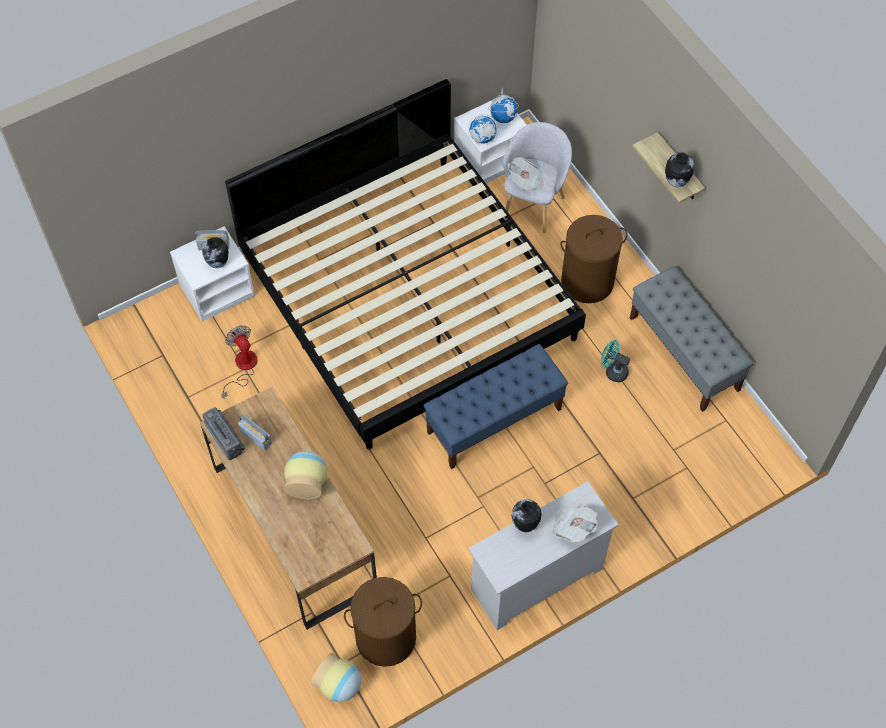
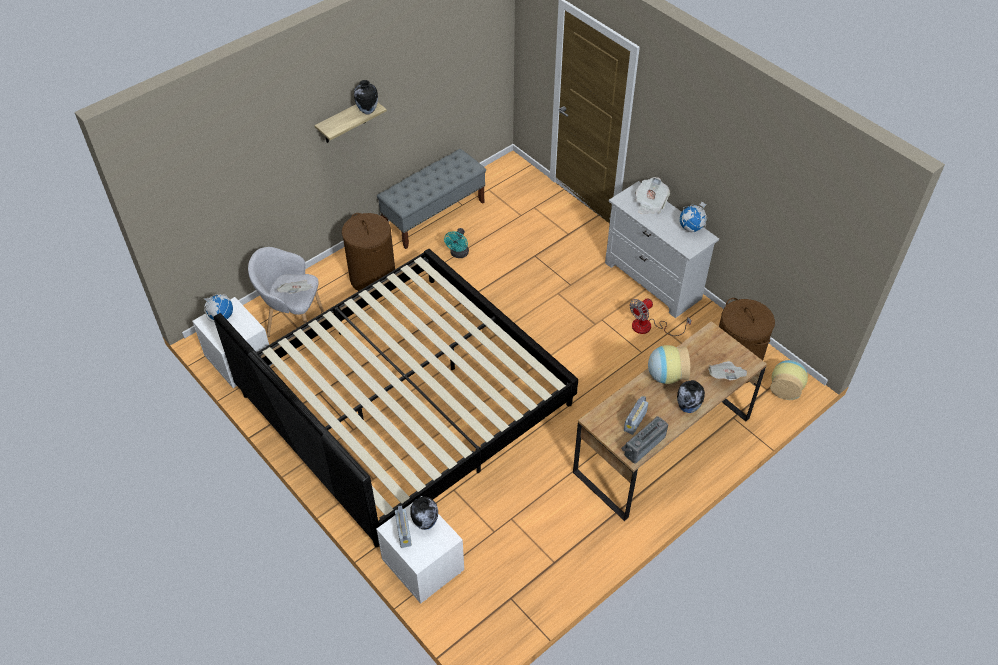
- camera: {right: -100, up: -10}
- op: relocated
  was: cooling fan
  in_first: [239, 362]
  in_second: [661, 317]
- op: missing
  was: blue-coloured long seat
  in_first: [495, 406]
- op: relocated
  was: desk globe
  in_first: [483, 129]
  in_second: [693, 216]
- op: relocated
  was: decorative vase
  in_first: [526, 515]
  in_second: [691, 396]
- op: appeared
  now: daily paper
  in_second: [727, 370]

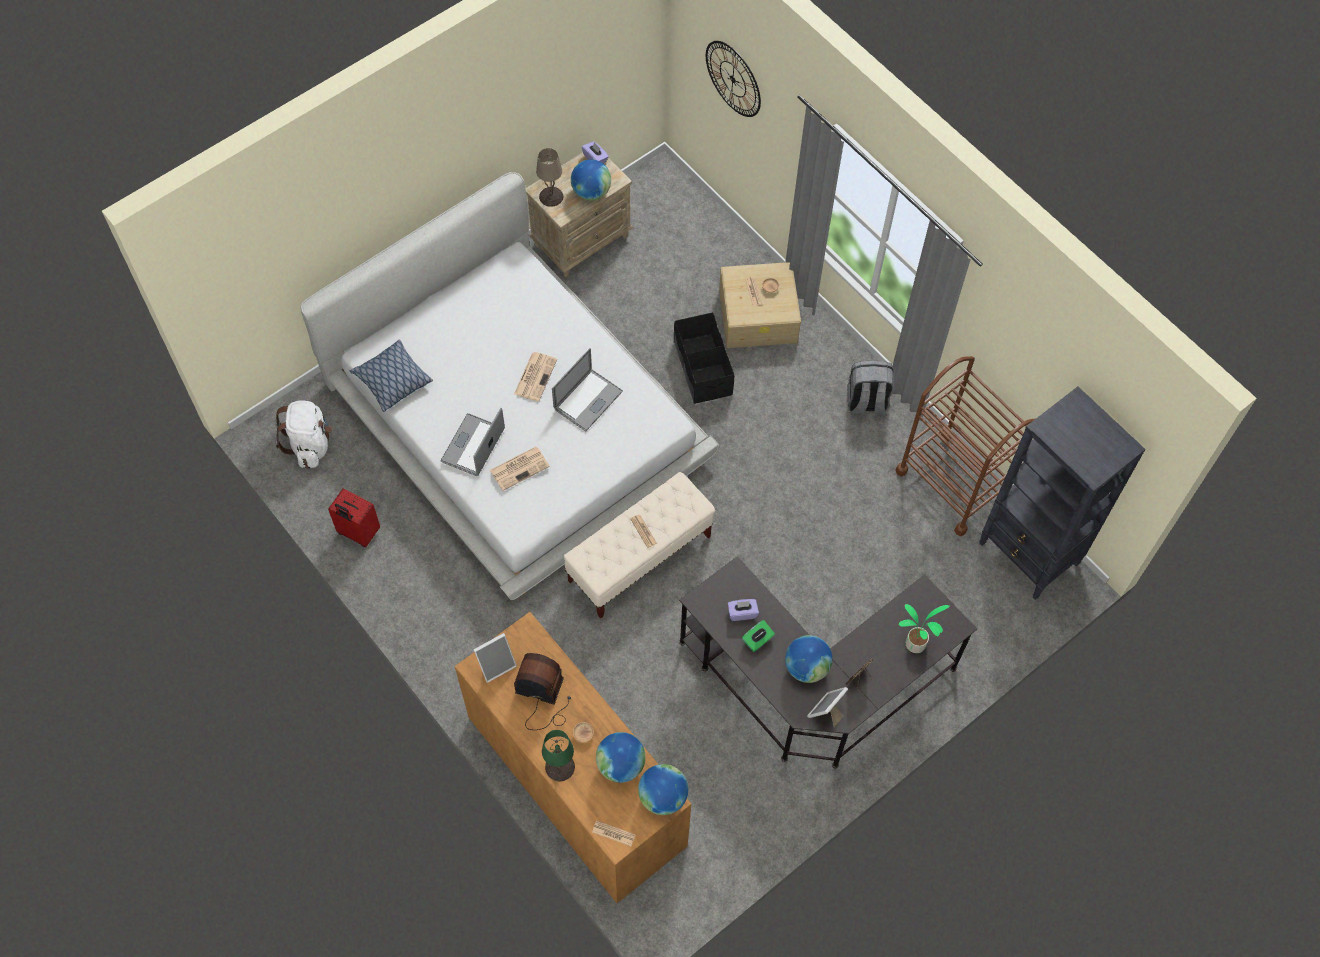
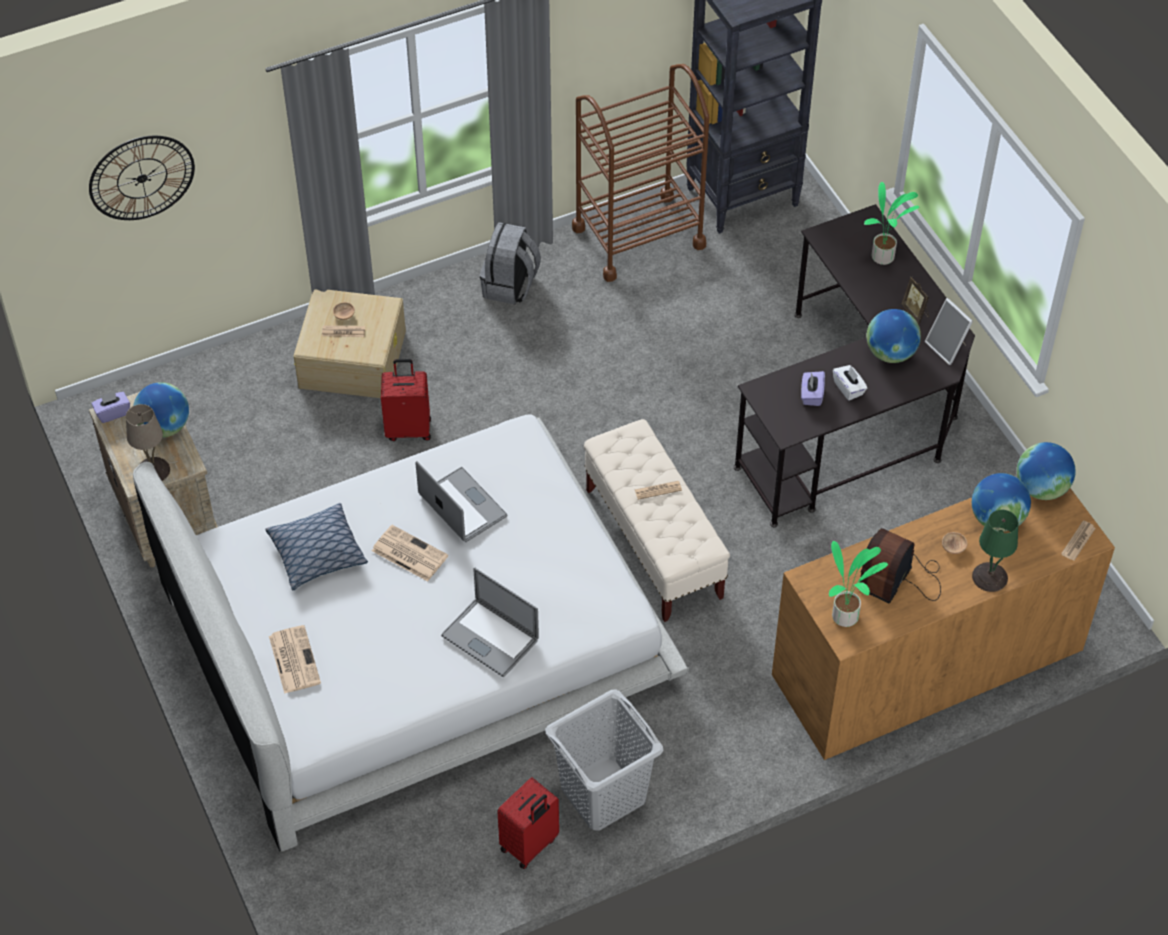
- camera: {right: -75, up: -10}
- op: missing
  was: white-coloured knapsack
  in_first: [304, 434]
- op: relocated
  was: cushion
  in_first: [391, 375]
  in_second: [316, 546]
- op: exchanged
  was: photo frame
  now: houseplant
  in_first: [495, 658]
  in_second: [858, 584]
- op: relocated
  was: daily paper
  in_first: [520, 469]
  in_second: [295, 659]
- op: exchanged
  was: blackish storage container
  now: red-coloured suitcase
  in_first: [704, 358]
  in_second: [406, 400]
- op: colour
  was: green-coloured tissue holder
  now: white-coloured tissue holder
  in_first: [758, 636]
  in_second: [850, 382]
- op: appeared
  now: grey washing basket
  in_second: [604, 760]

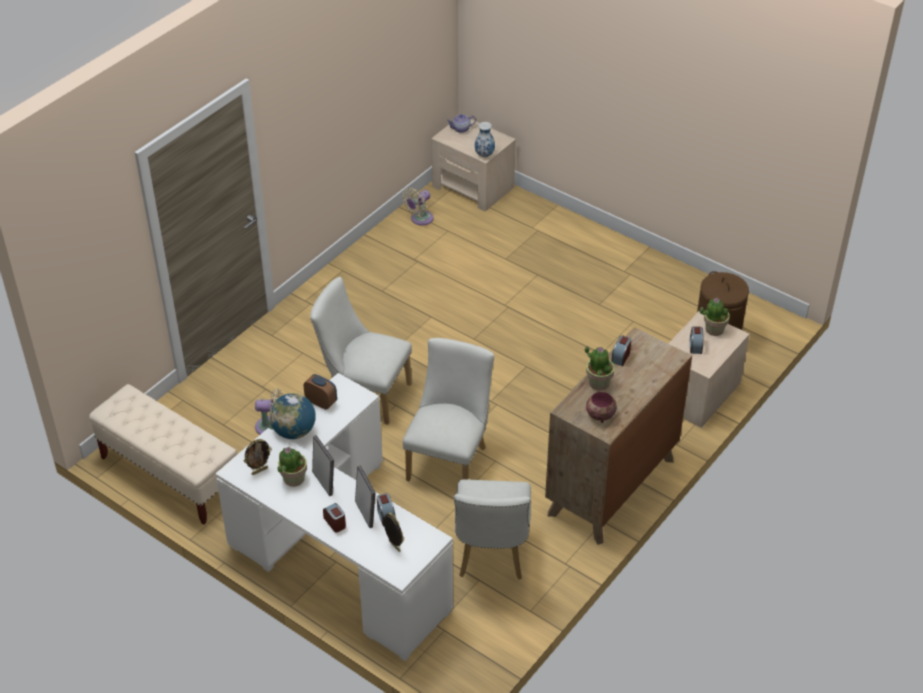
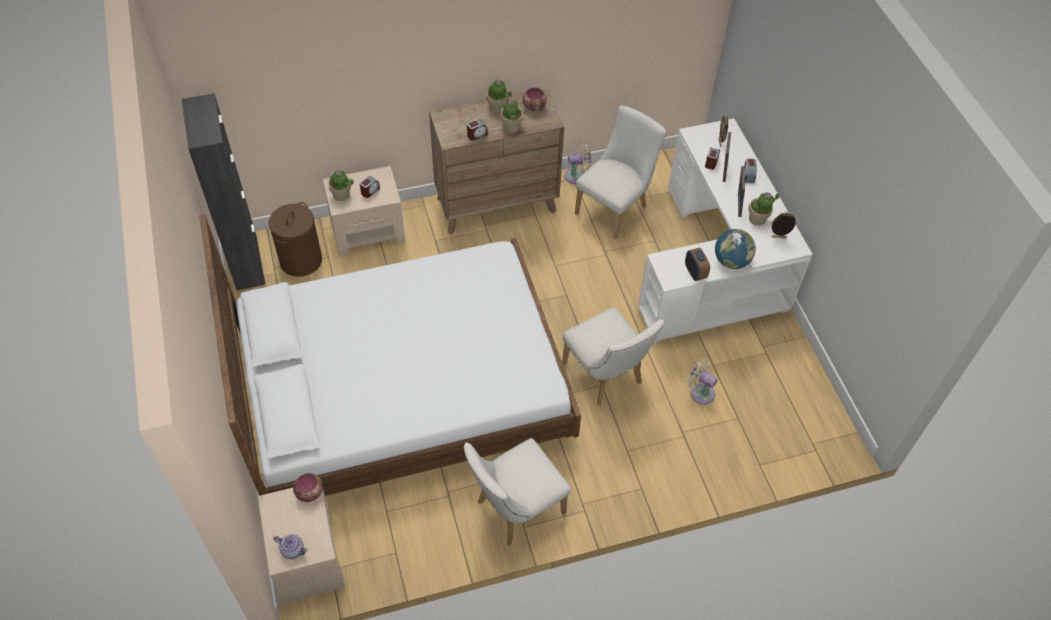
- camera: {right: -145, up: 10}
- op: missing
  was: sand-coloured long seat
  in_first: [163, 454]
- op: relocated
  was: sand-coloured cooling fan
  in_first: [418, 206]
  in_second: [578, 164]
- op: relocated
  was: white-coloured plain chair
  in_first: [448, 409]
  in_second: [517, 492]
- op: exchanged
  was: decorative vase
  now: deep dish
  in_first: [485, 139]
  in_second: [308, 487]
- op: appeared
  now: blackish storage cabinet
  in_second: [223, 191]
- op: appeared
  now: bedroom bed
  in_second: [390, 355]
- op: appeared
  now: houseplant
  in_second: [499, 96]

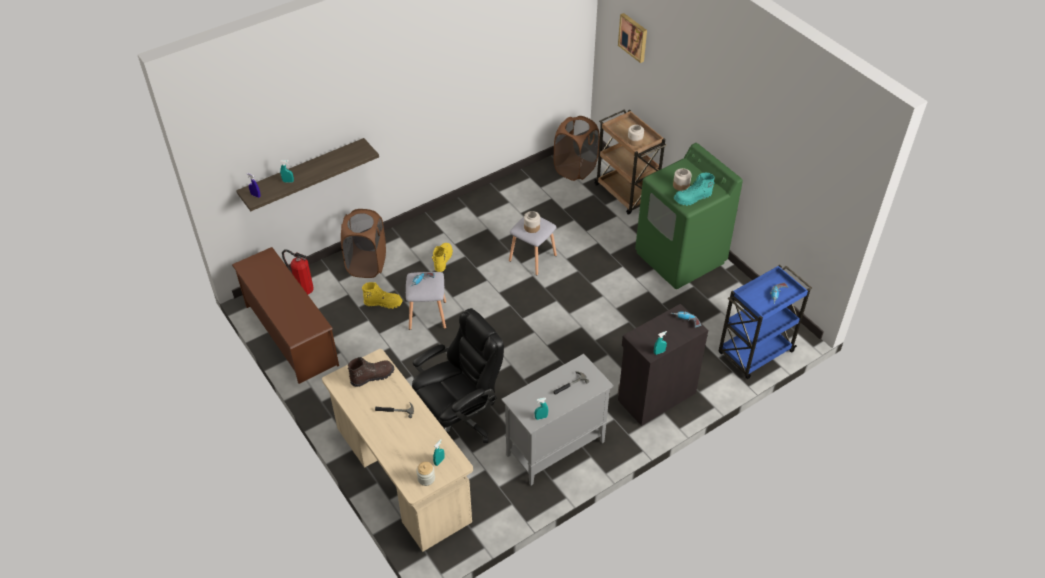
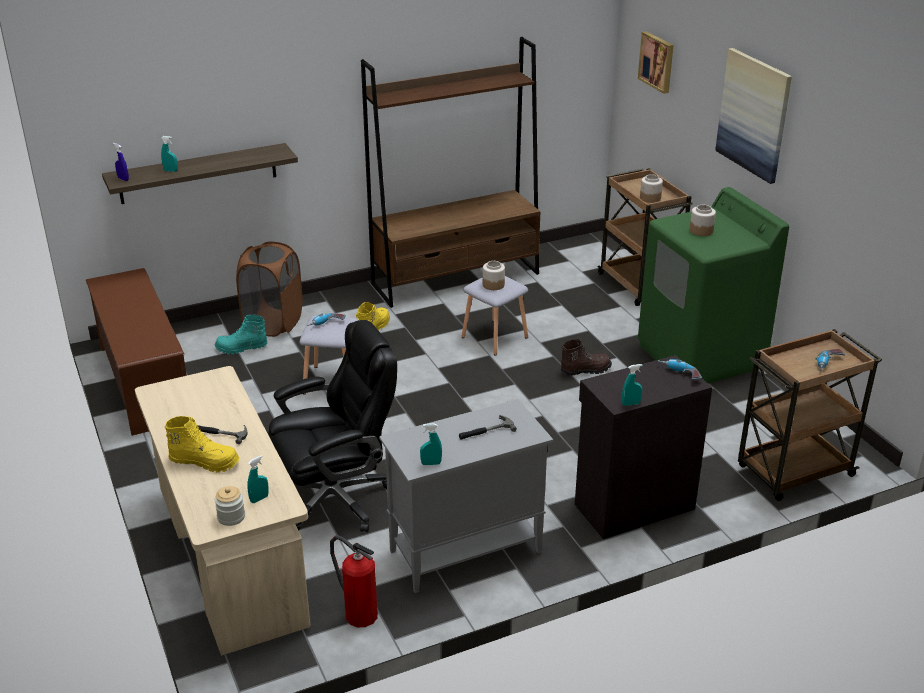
- camera: {right: 10, up: -15}
- op: relocated
  was: extinguisher
  in_first: [298, 272]
  in_second: [354, 581]
- op: relocated
  was: brownish high-top boot
  in_first: [371, 372]
  in_second: [586, 357]
- op: relocated
  was: yellowish high-top boot
  in_first: [382, 295]
  in_second: [202, 444]
- op: missing
  was: brownish washing basket
  in_first: [577, 148]
- op: relocated
  was: turquoise-coloured high-top boot
  in_first: [694, 189]
  in_second: [241, 335]
- op: colour
  was: blue-coloured cart
  now: brownish cart
  in_first: [765, 322]
  in_second: [810, 415]
- op: appeared
  now: brownish bookshelf
  in_second: [451, 172]
- op: appeared
  now: wall art
  in_second: [753, 116]

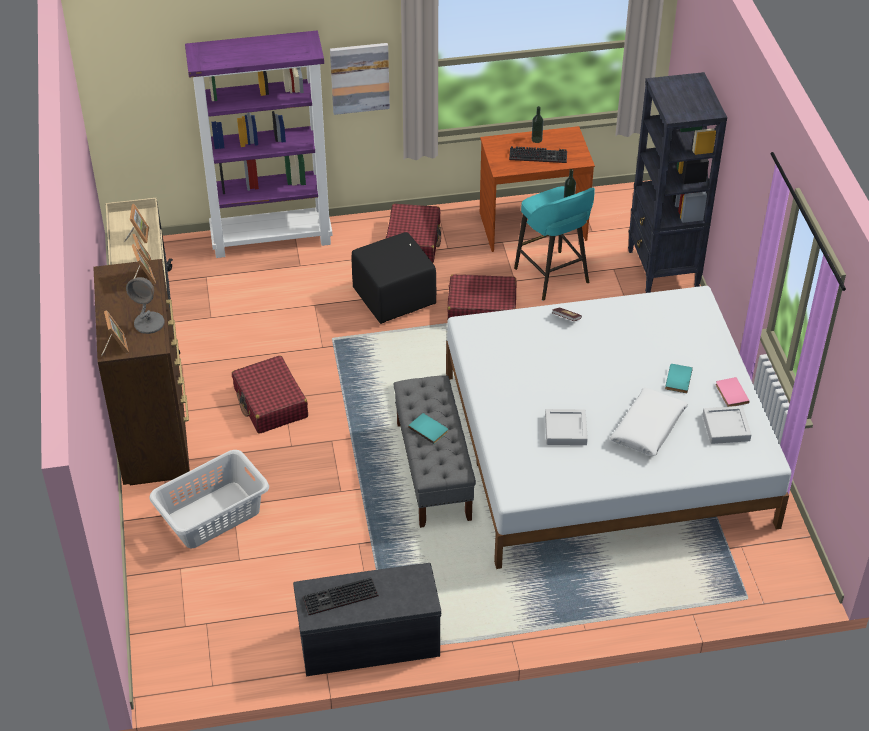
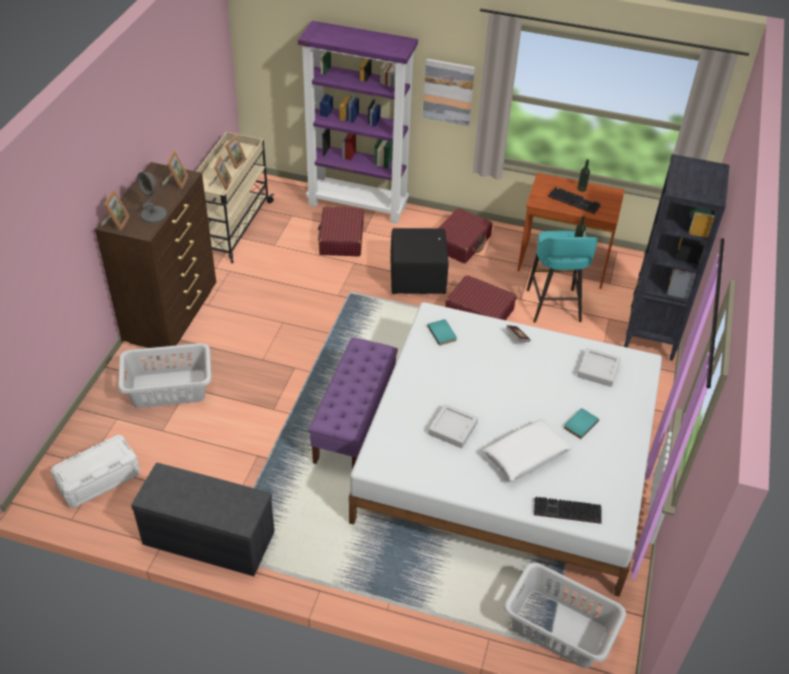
- camera: {right: 25, up: 0}
- op: relocated
  was: red-coloured suitcase
  in_first: [270, 395]
  in_second: [341, 231]
- op: relocated
  was: keyboard
  in_first: [340, 596]
  in_second: [568, 510]
- op: colour
  was: grey long seat
  now: purple long seat
  in_first: [435, 451]
  in_second: [353, 403]
- op: relocated
  was: turquoise-coloured book
  in_first: [428, 428]
  in_second: [442, 332]
- op: relocated
  was: grey carrying tray
  in_first: [727, 425]
  in_second: [599, 367]
- op: missing
  was: pink-coloured book
  in_first: [733, 392]
- op: appeared
  now: white-coloured storage container
  in_second: [95, 471]
- op: appeared
  now: grey washing basket
  in_second: [565, 615]

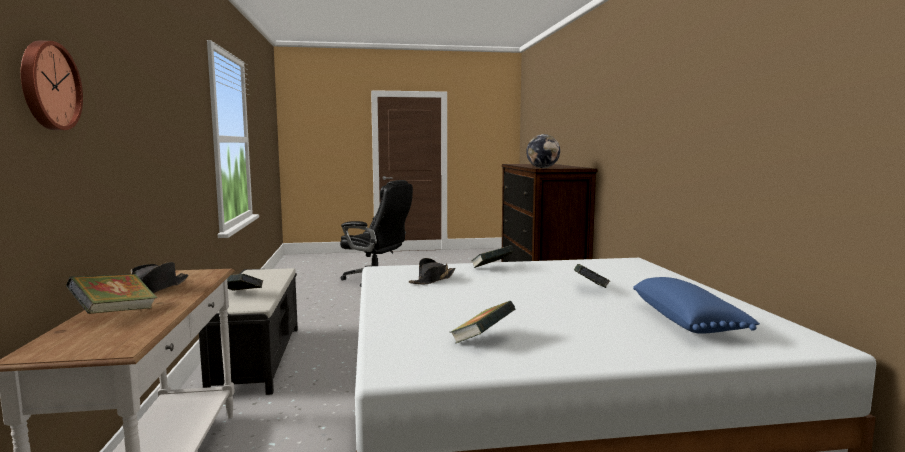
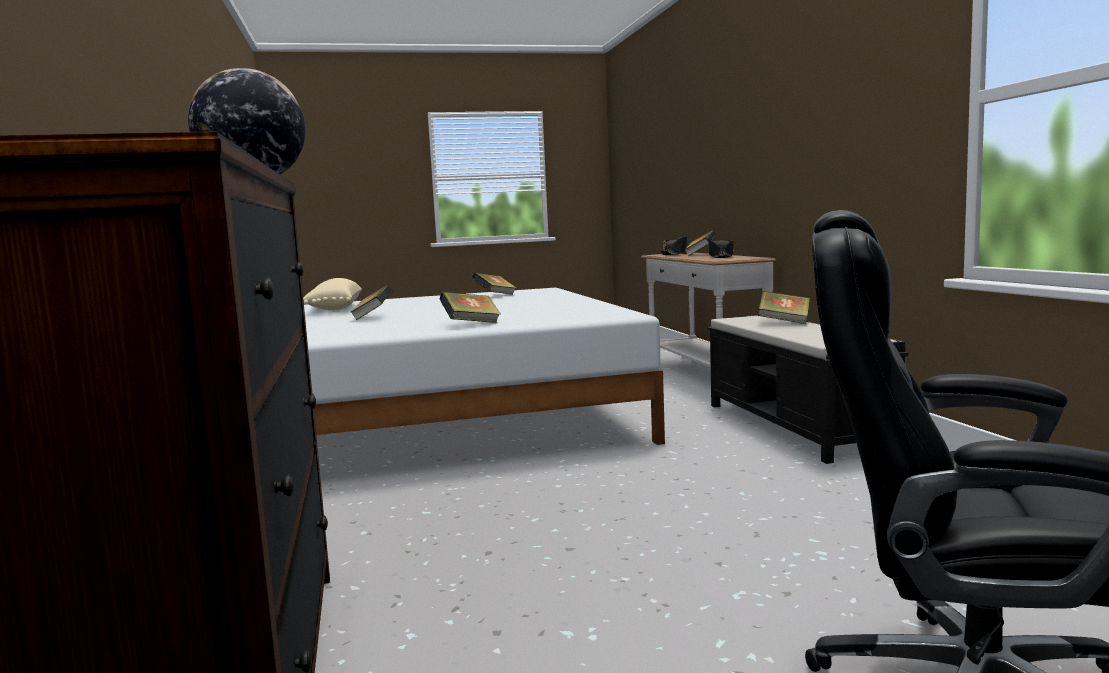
- camera: {right: 175, up: 0}
- op: missing
  was: clock on the wall
  in_first: [52, 85]
- op: relocated
  was: blackish hat
  in_first: [432, 271]
  in_second: [673, 245]
- op: colour
  was: blue-coloured cushion
  now: sand-coloured cushion
  in_first: [696, 305]
  in_second: [332, 294]

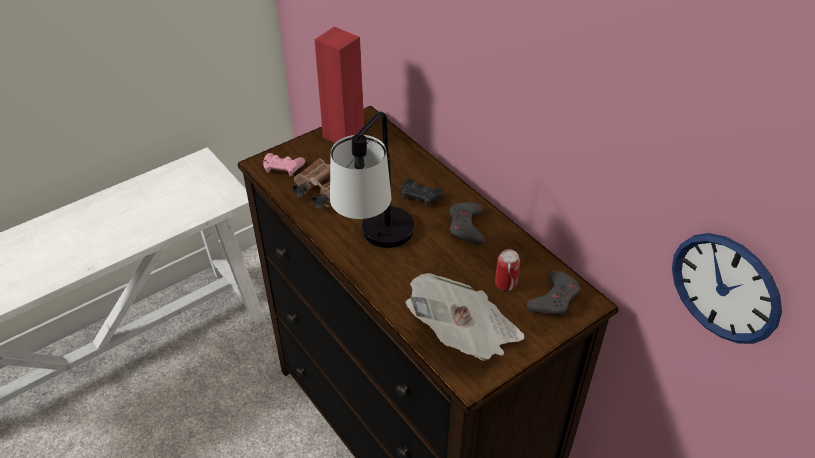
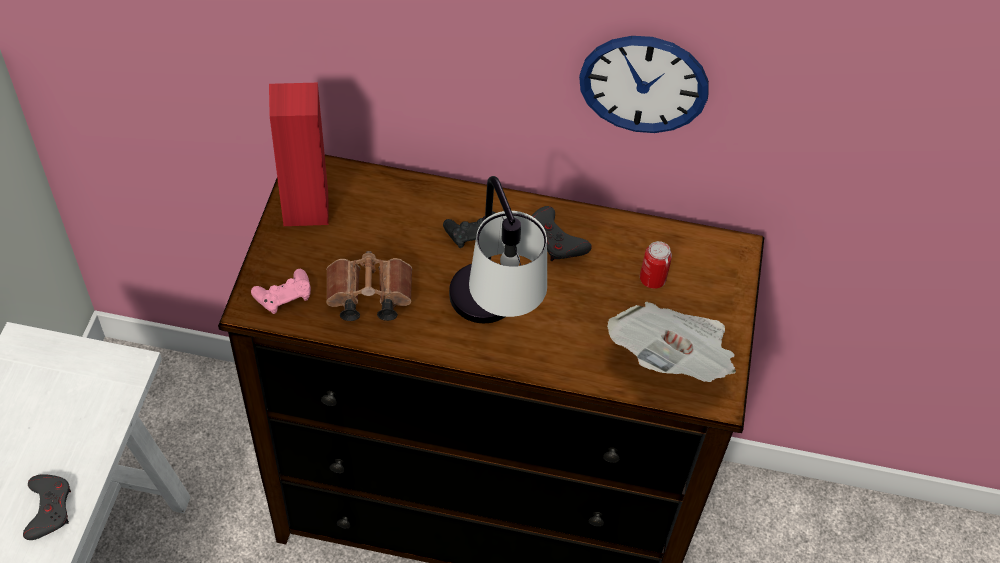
- camera: {right: -45, up: 10}
- op: relocated
  was: grey game controller
  in_first: [553, 293]
  in_second: [47, 507]
- op: relocated
  was: clock on the wall
  in_first: [727, 288]
  in_second: [644, 84]

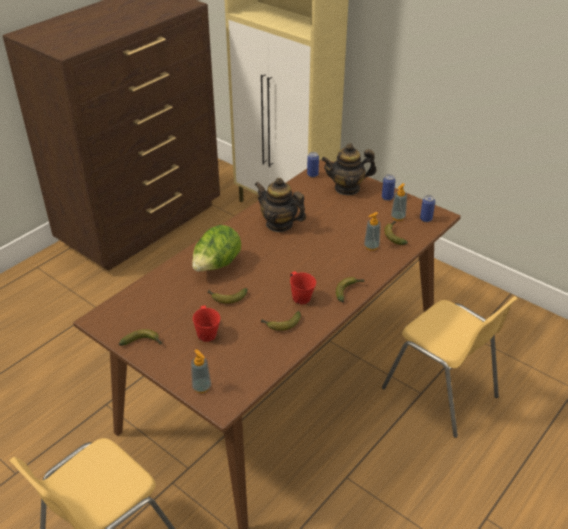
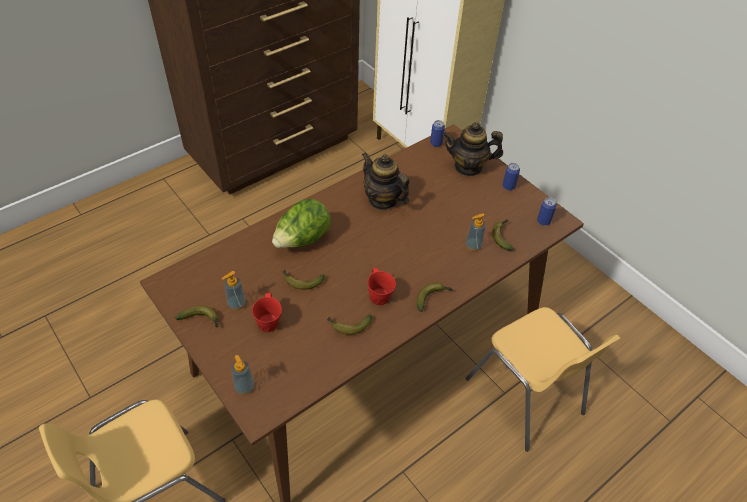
- camera: {right: 10, up: 10}
- op: relocated
  was: soap dispenser
  in_first: [399, 202]
  in_second: [234, 290]

